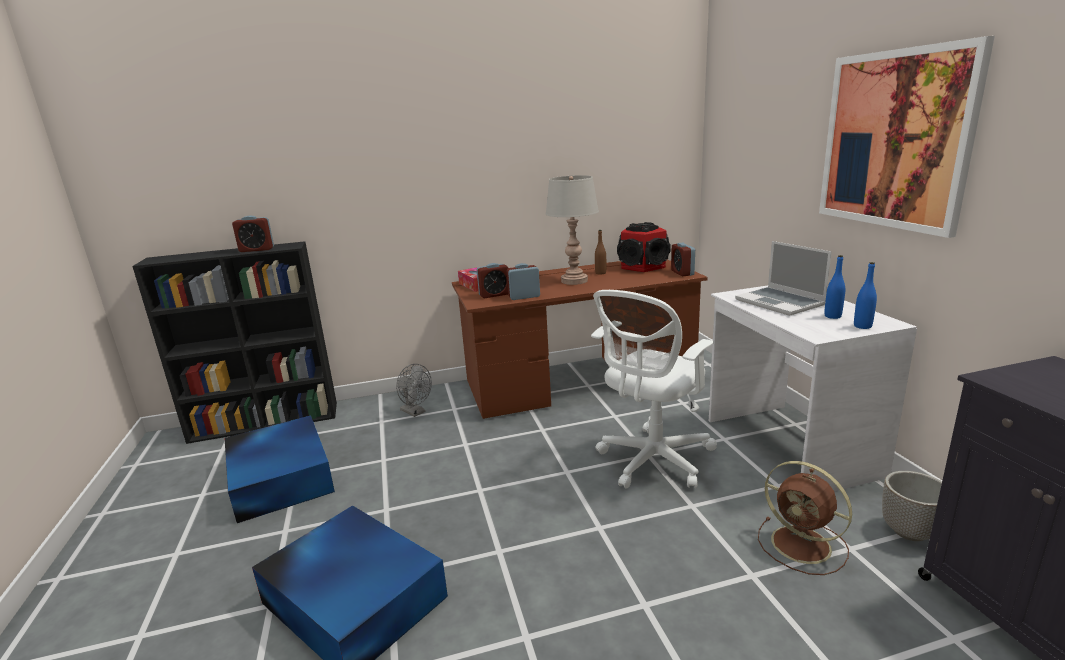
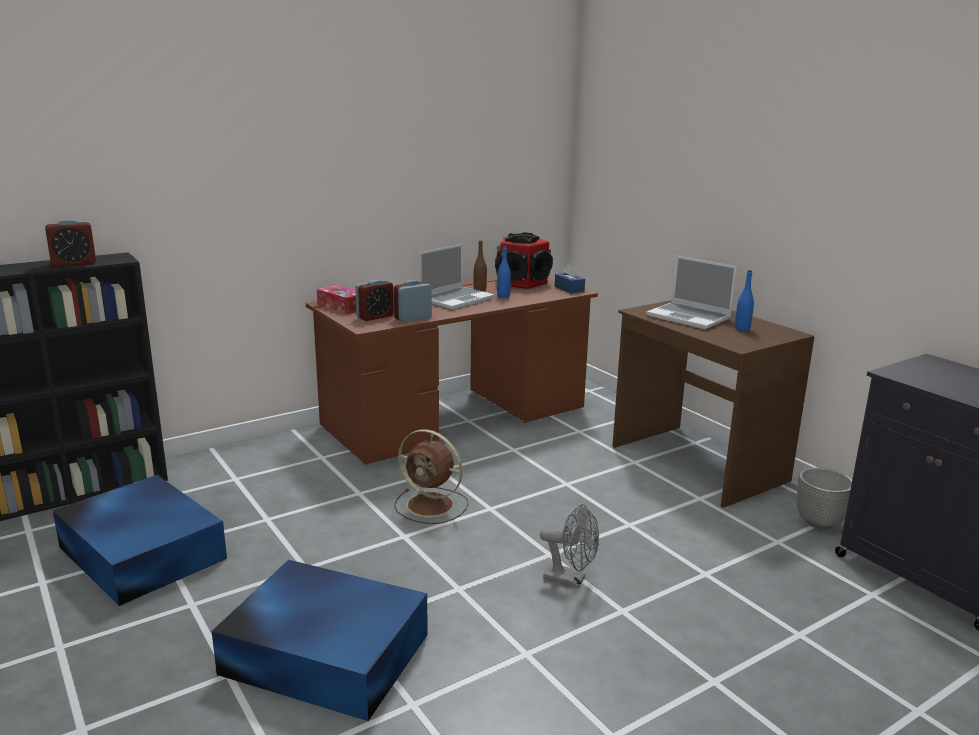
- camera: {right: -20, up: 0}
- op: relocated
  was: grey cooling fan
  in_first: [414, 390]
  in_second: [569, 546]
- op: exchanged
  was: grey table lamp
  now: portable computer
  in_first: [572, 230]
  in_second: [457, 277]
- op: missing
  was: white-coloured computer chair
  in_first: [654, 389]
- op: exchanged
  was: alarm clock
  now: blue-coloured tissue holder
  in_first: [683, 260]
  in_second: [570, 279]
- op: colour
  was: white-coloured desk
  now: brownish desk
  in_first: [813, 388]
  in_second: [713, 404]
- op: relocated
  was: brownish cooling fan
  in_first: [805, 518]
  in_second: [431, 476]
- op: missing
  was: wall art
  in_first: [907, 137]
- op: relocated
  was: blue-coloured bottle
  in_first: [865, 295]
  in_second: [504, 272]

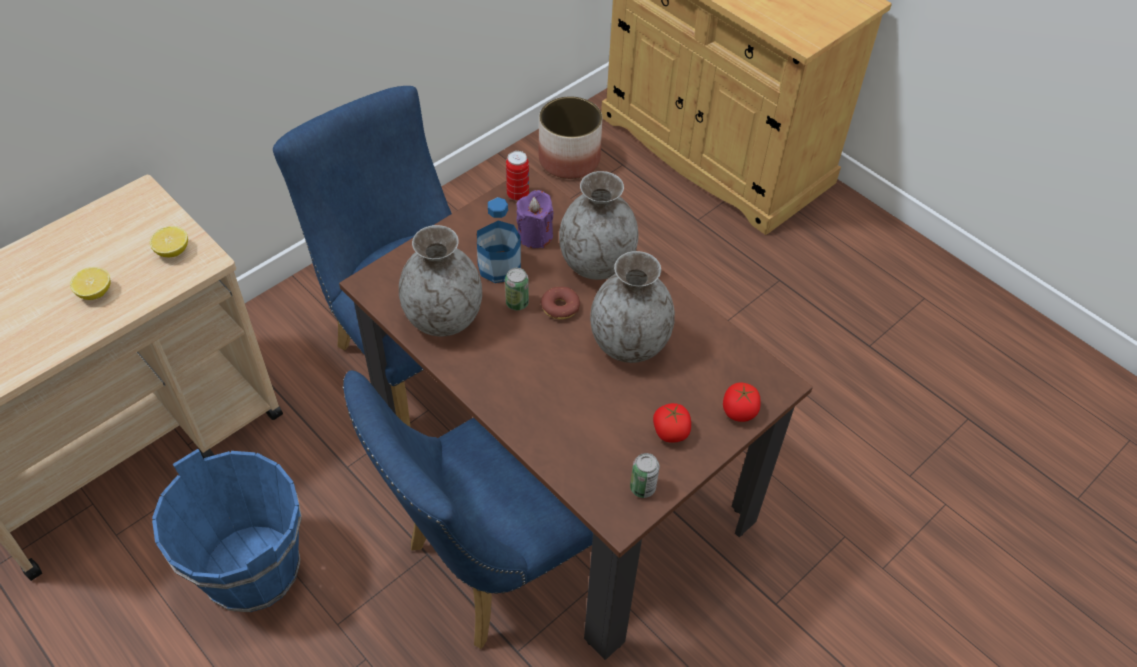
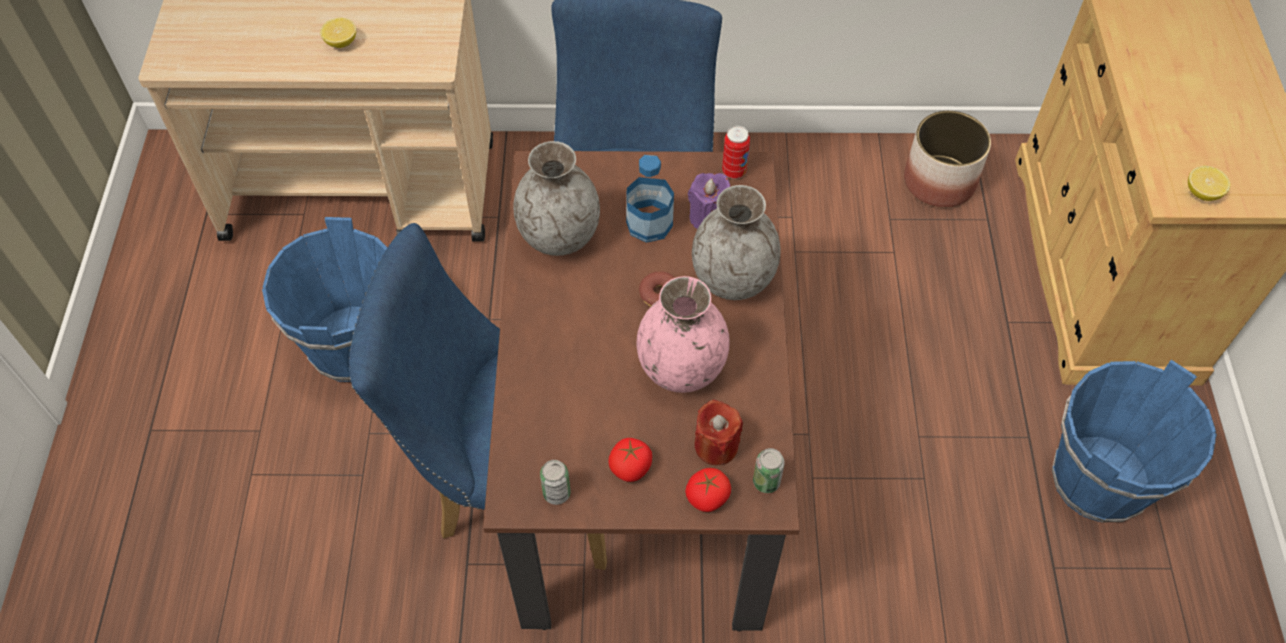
- camera: {right: 45, up: 5}
- op: relocated
  was: whole lemon
  in_first: [169, 241]
  in_second: [1209, 183]
- op: relocated
  was: can
  in_first: [517, 289]
  in_second: [769, 470]
- op: colour
  was: grey decorative vase
  now: pink-coloured decorative vase
  in_first: [632, 307]
  in_second: [682, 334]
- op: appeared
  now: red-coloured candle
  in_second: [718, 432]
- op: appeared
  now: blue-coloured water bucket
  in_second: [1134, 441]

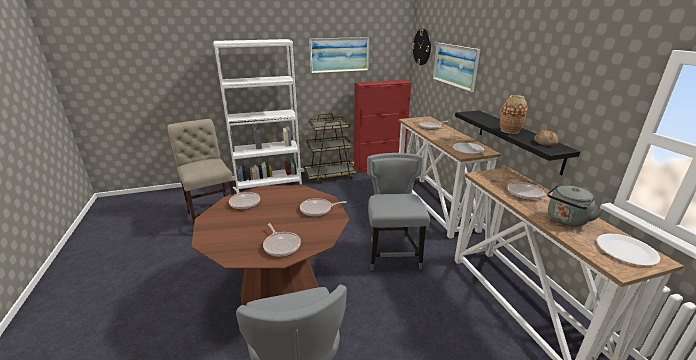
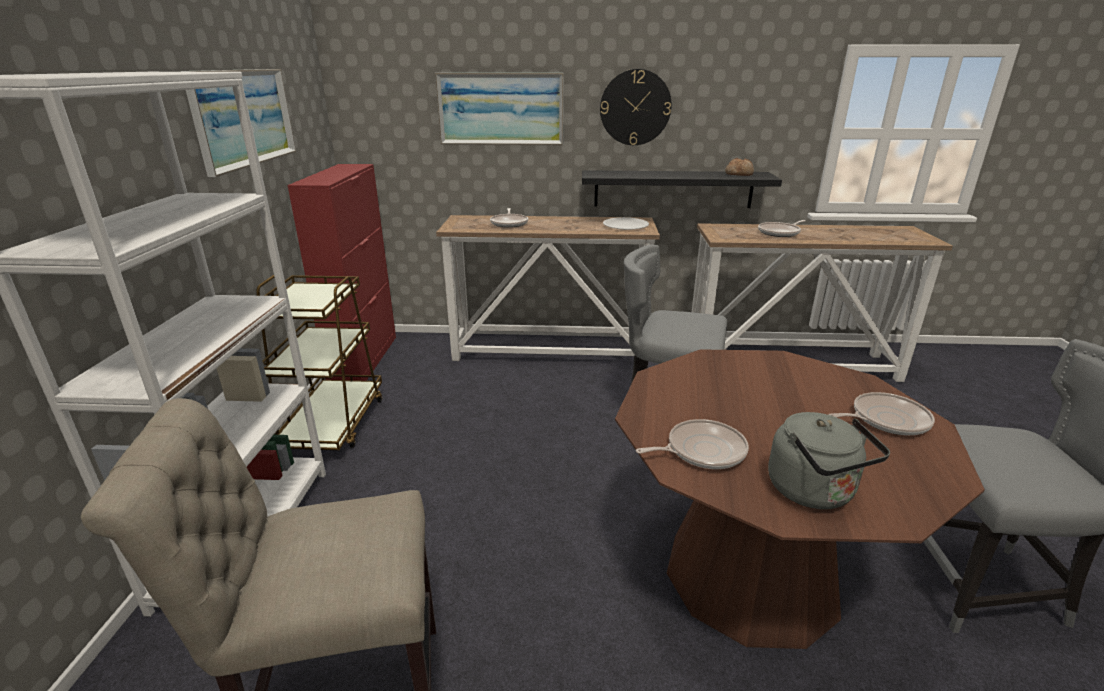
- camera: {right: -70, up: 0}
- op: missing
  was: frying pan
  in_first: [323, 207]
- op: relocated
  was: clock on the wall
  in_first: [421, 47]
  in_second: [635, 107]
- op: missing
  was: decorative vase
  in_first: [514, 114]
- op: relocated
  was: grey kettle
  in_first: [575, 205]
  in_second: [829, 460]
- op: missing
  was: white-coloured dinner plate
  in_first: [629, 250]

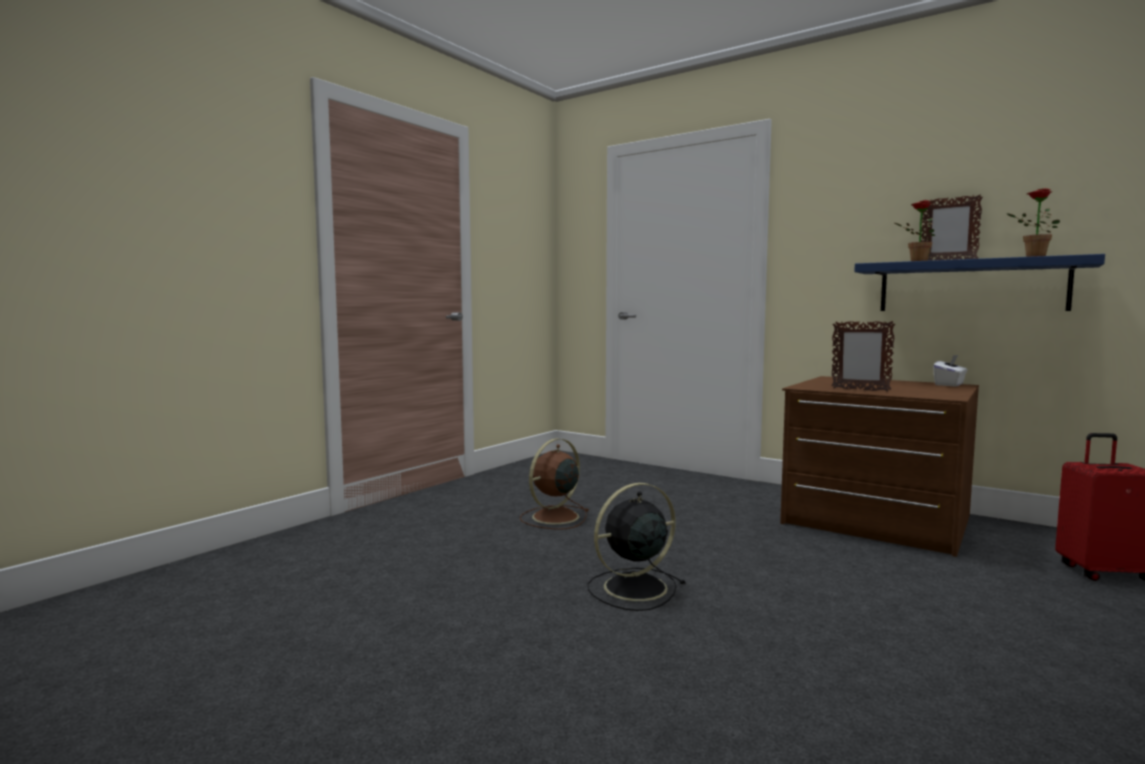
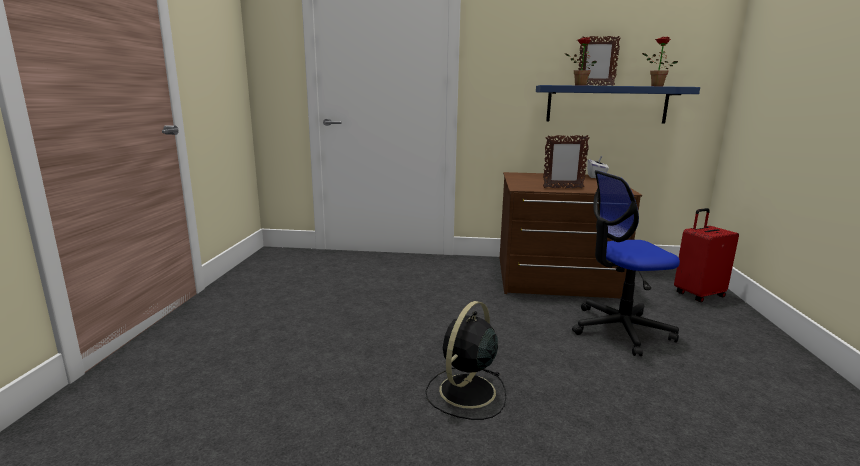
- camera: {right: -30, up: 10}
- op: missing
  was: brownish cooling fan
  in_first: [554, 484]
- op: appeared
  now: computer chair
  in_second: [626, 263]

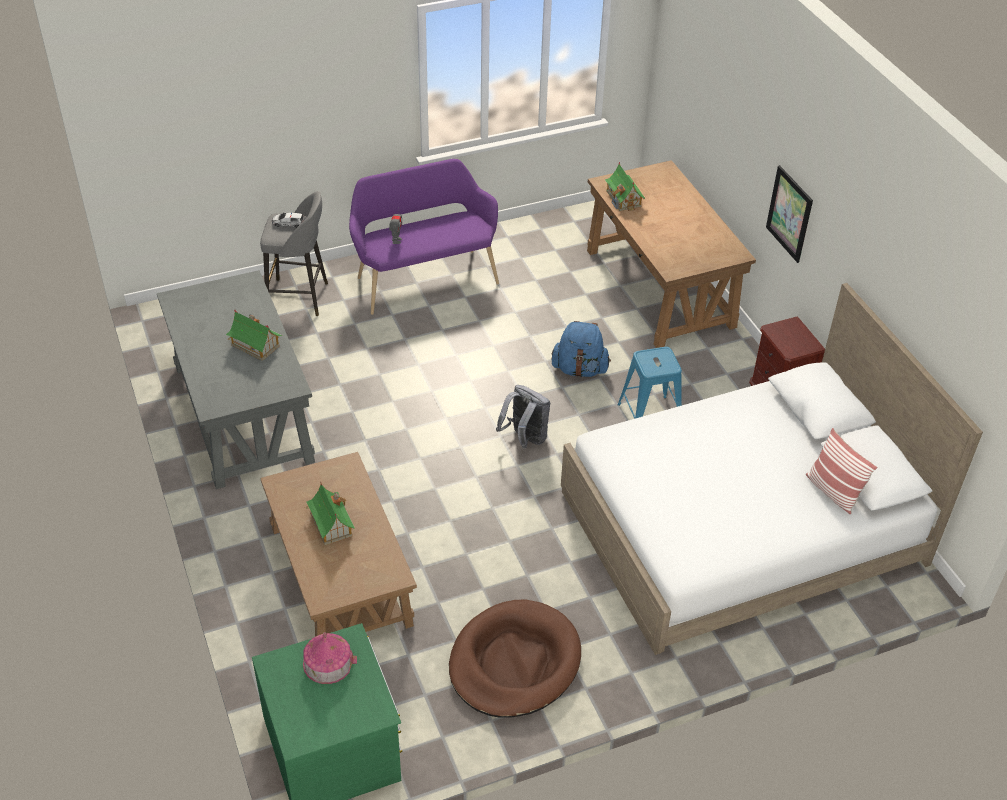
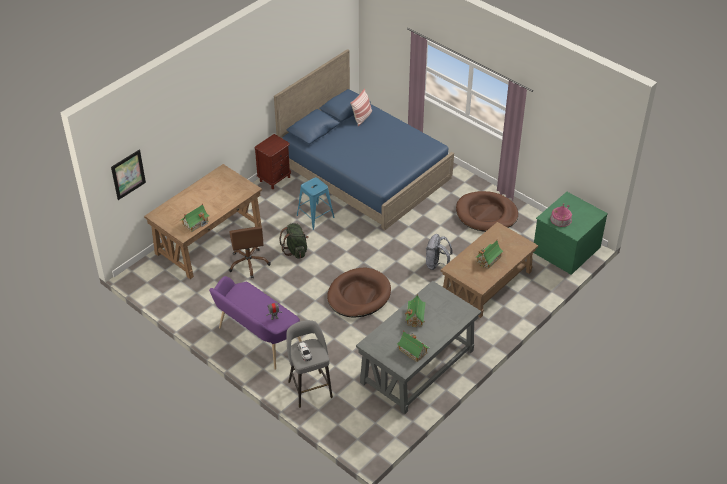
- camera: {right: -115, up: 0}
- op: relocated
  was: grey knapsack
  in_first: [523, 417]
  in_second: [439, 252]
- op: colour
  was: blue-coloured knapsack
  now: green-coloured knapsack
  in_first: [581, 349]
  in_second: [294, 240]
- op: colour
  was: white-coloured bedroom bed
  now: blue-coloured bedroom bed
  in_first: [772, 469]
  in_second: [364, 139]
- op: relocated
  was: wall art
  in_first: [789, 214]
  in_second: [128, 175]
- op: appeared
  now: brownish computer chair
  in_second: [250, 252]
- op: appeared
  now: brownish dog bed
  in_second: [359, 292]
- op: appeared
  now: miniature house
  in_second: [413, 346]

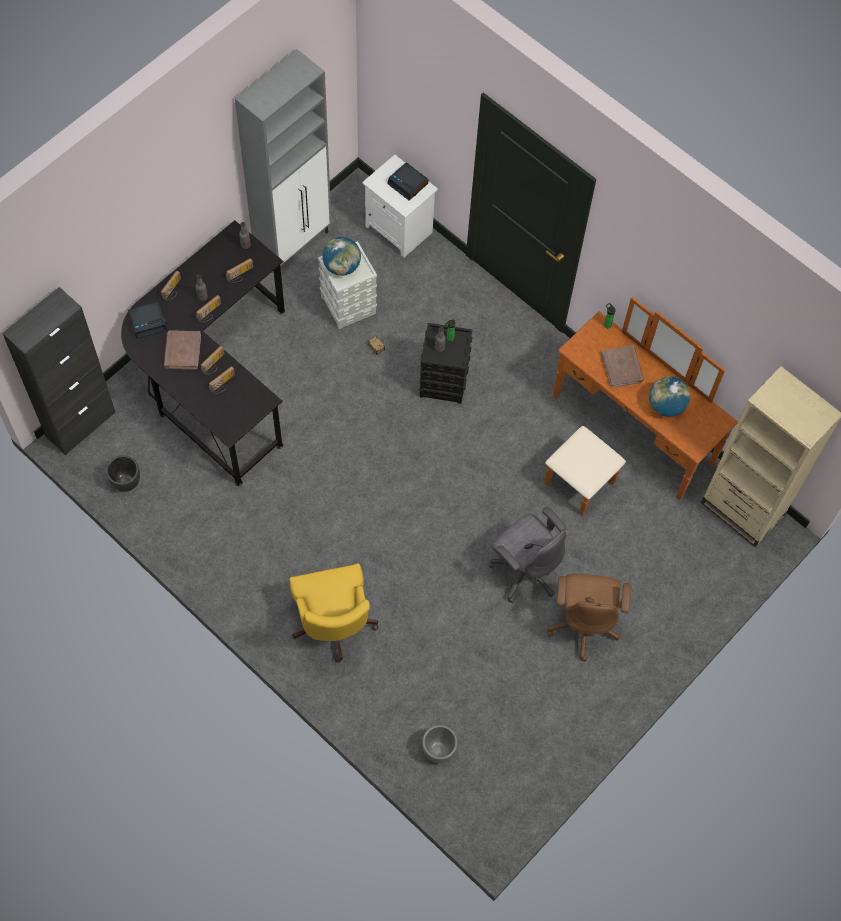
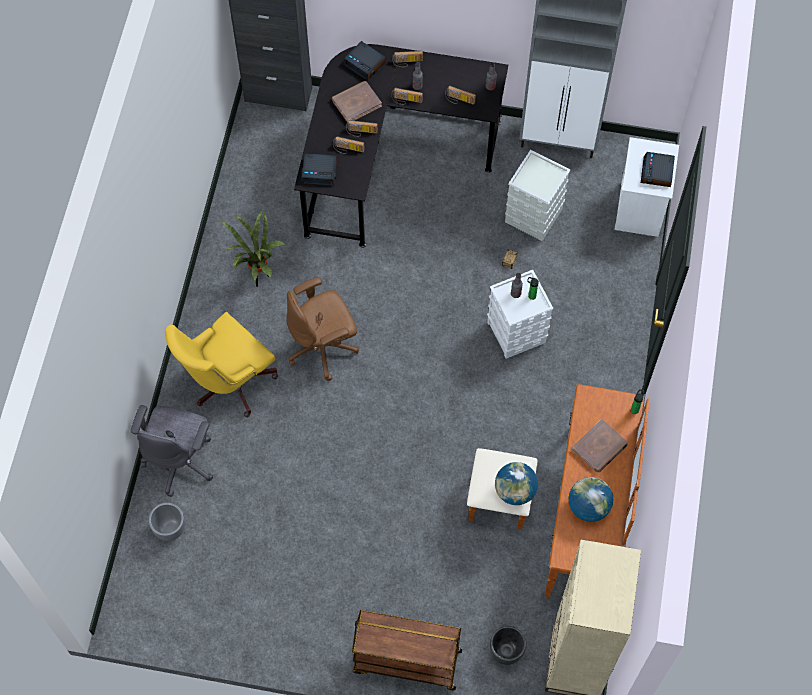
- camera: {right: 60, up: 0}
- op: relocated
  was: blackish flower pot
  in_first: [123, 473]
  in_second: [508, 645]
- op: relocated
  was: desk globe
  in_first: [341, 256]
  in_second: [516, 483]
- op: colour
  was: blackish storage container
  now: white-coloured storage container
  in_first: [445, 363]
  in_second: [520, 314]
- op: relocated
  was: grey computer chair
  in_first: [527, 555]
  in_second: [172, 451]
- op: relocated
  was: brownish computer chair
  in_first: [589, 617]
  in_second: [322, 329]
- op: appeared
  now: houseplant
  in_second: [252, 248]
- op: appeared
  now: alarm clock
  in_second: [319, 169]
- op: appeared
  now: brownish cart
  in_second: [407, 650]

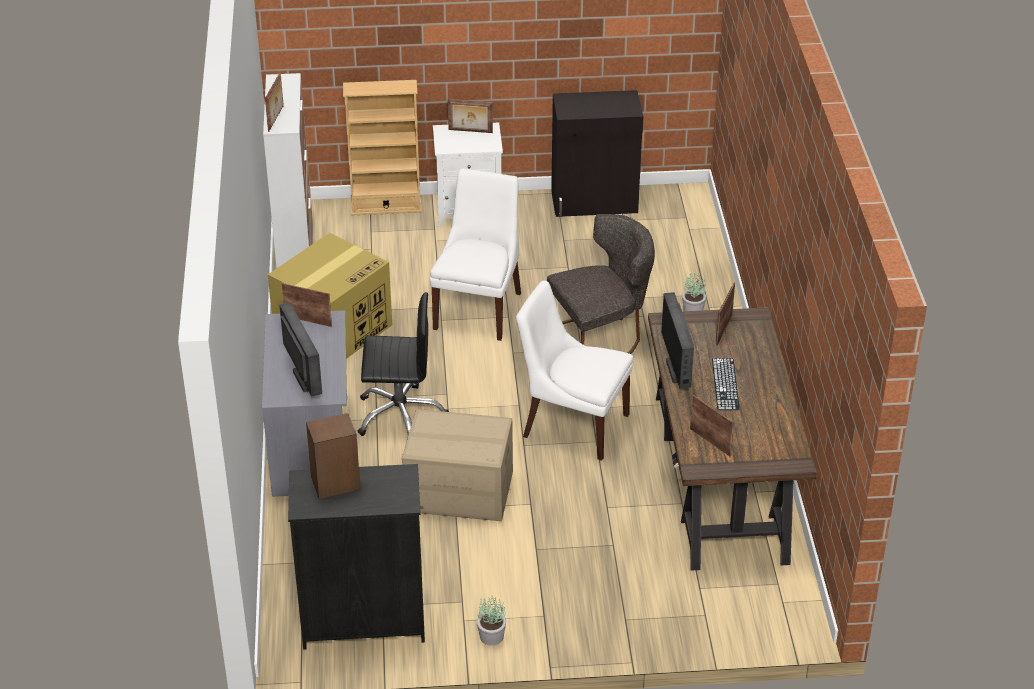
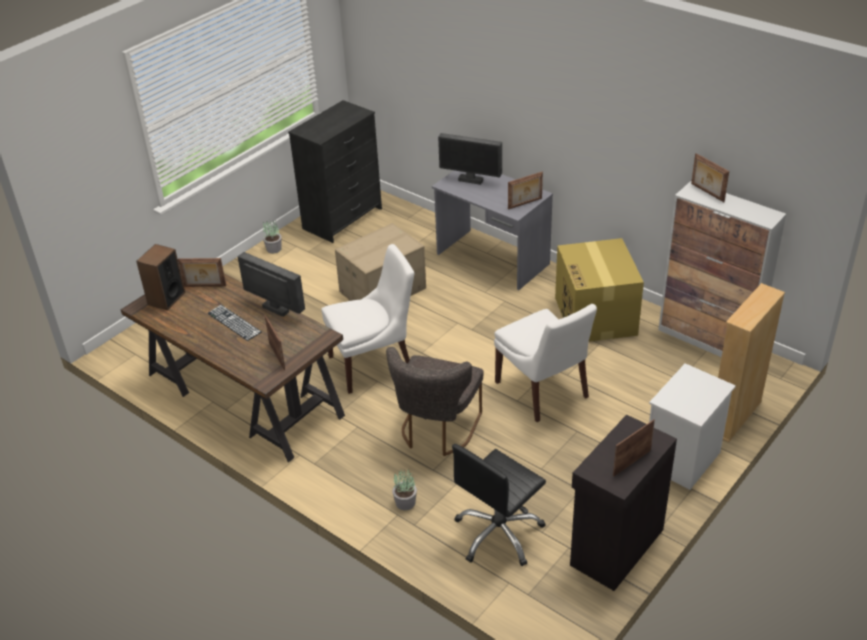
- camera: {right: 135, up: 0}
- op: relocated
  was: audio speaker
  in_first: [333, 456]
  in_second: [160, 277]
- op: relocated
  was: blackish computer chair
  in_first: [403, 364]
  in_second: [499, 505]
- op: relocated
  was: photo frame
  in_first: [470, 116]
  in_second: [634, 448]

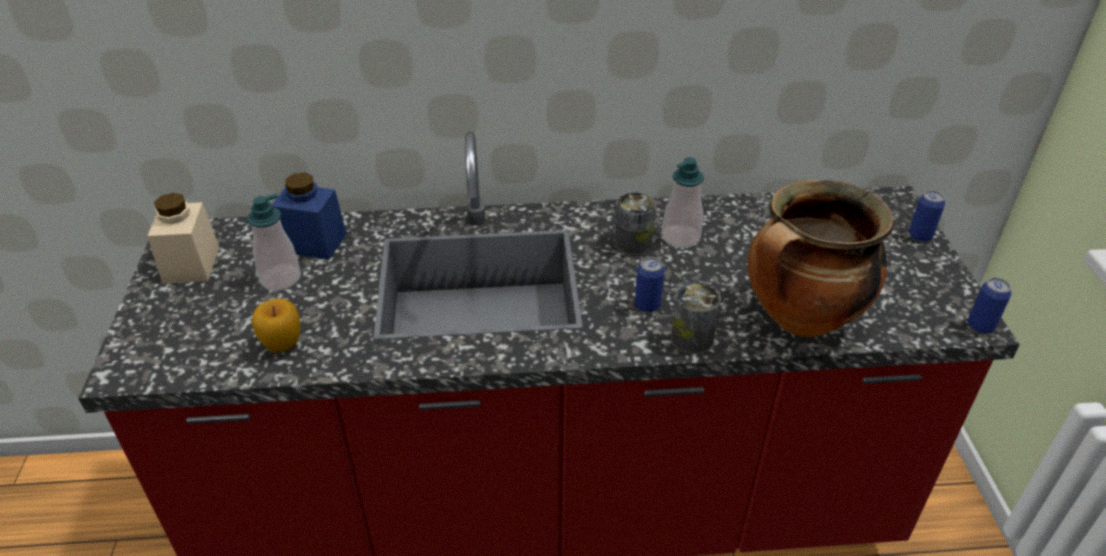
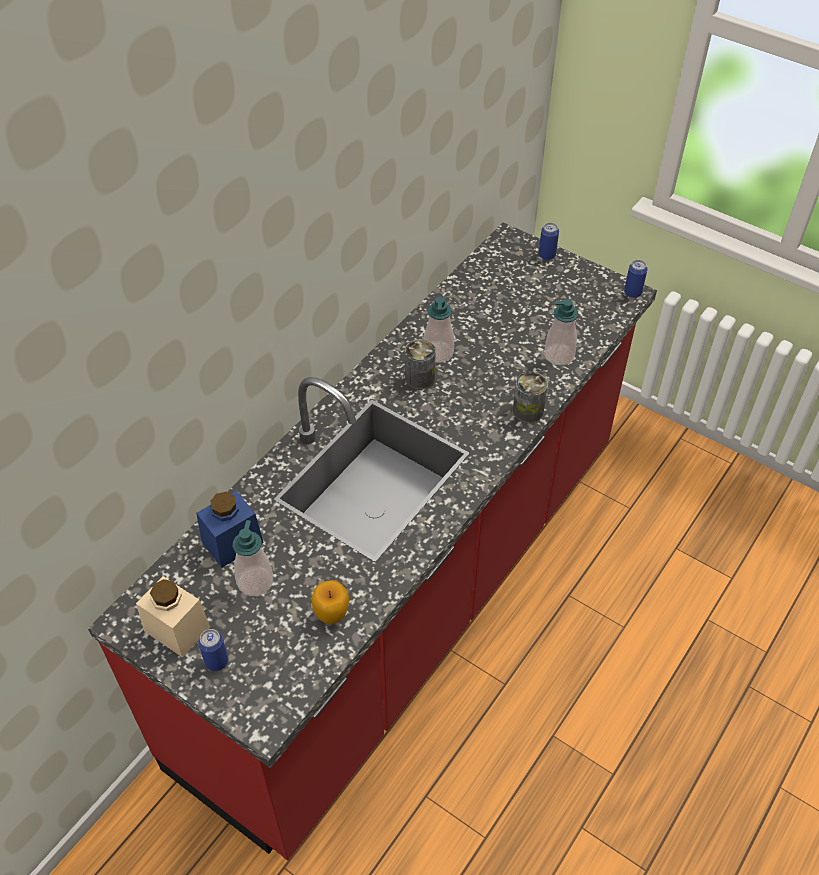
- camera: {right: -50, up: 10}
- op: relocated
  was: can
  in_first: [650, 285]
  in_second: [213, 650]
- op: exchanged
  was: cooking pot
  now: soap dispenser
  in_first: [820, 258]
  in_second: [561, 332]

